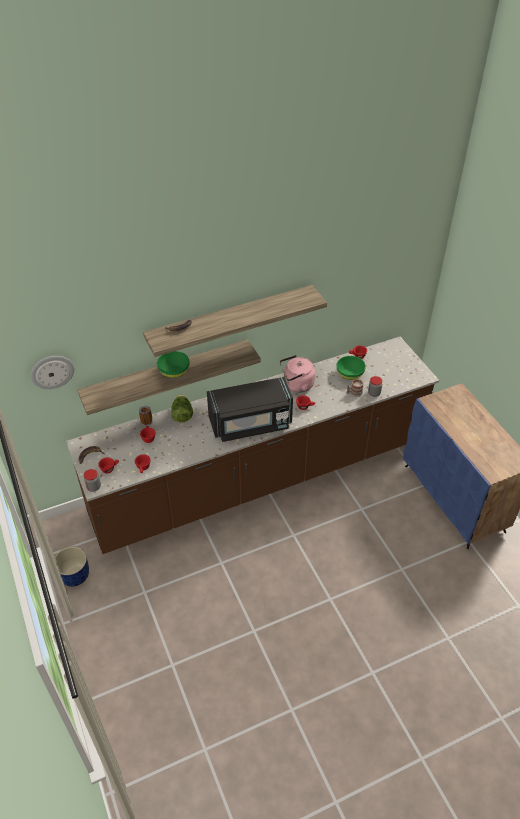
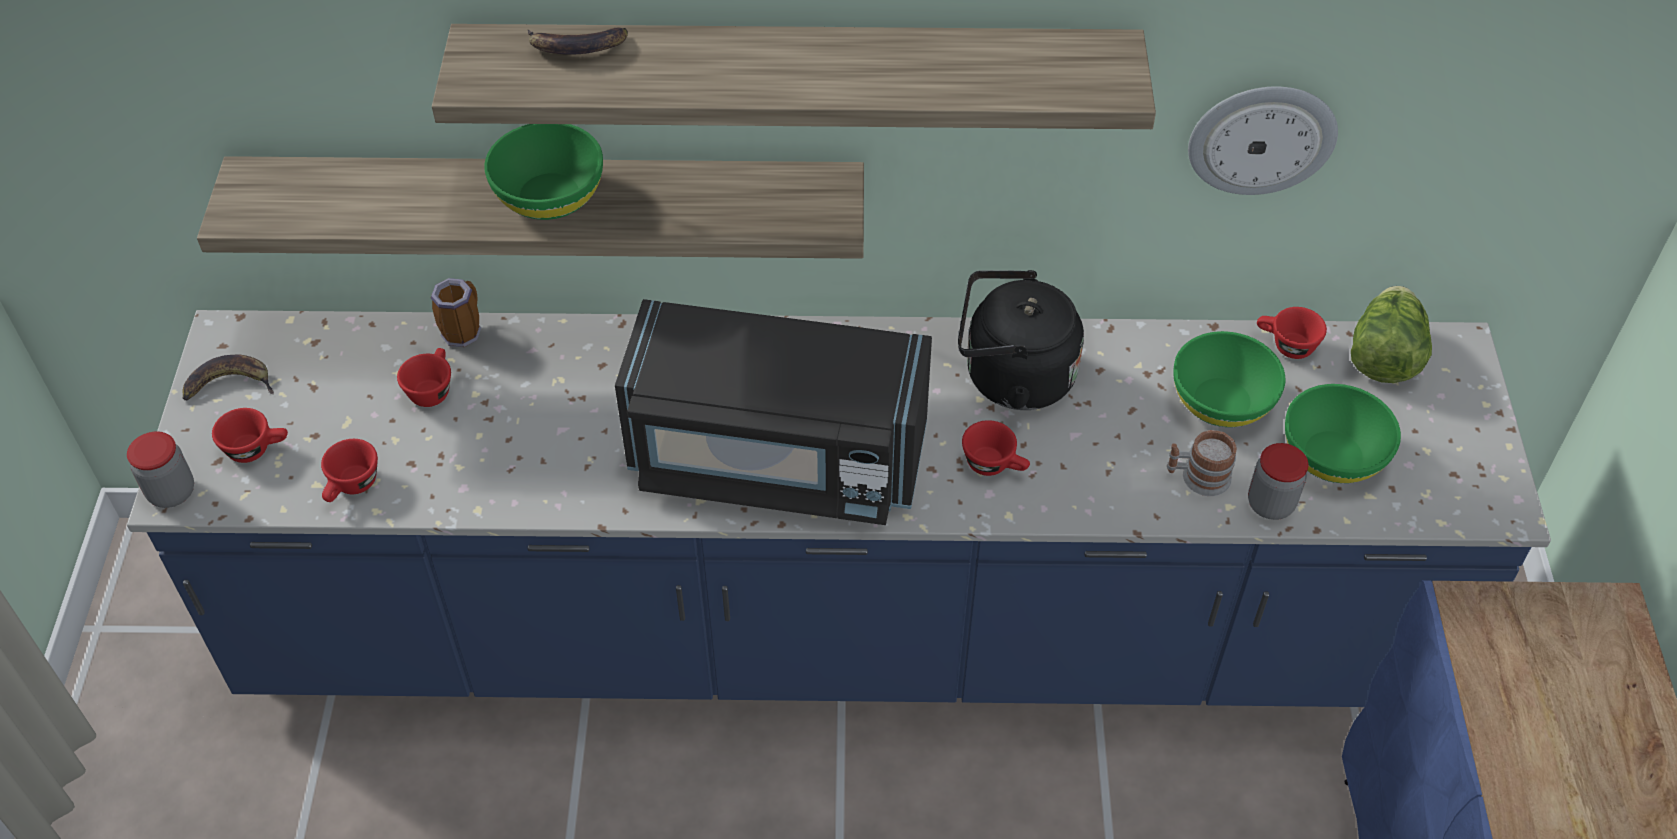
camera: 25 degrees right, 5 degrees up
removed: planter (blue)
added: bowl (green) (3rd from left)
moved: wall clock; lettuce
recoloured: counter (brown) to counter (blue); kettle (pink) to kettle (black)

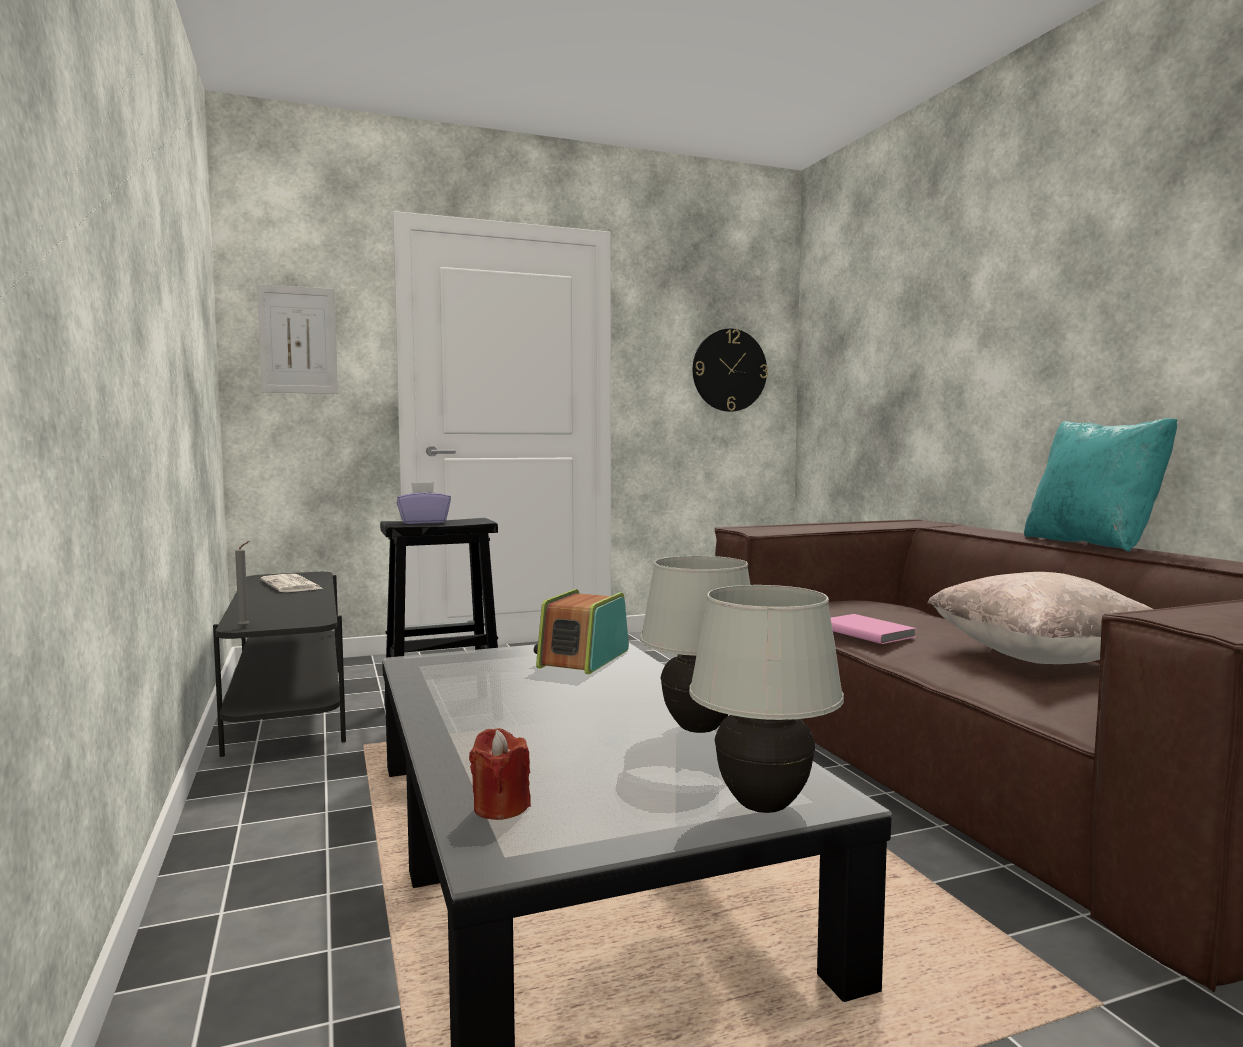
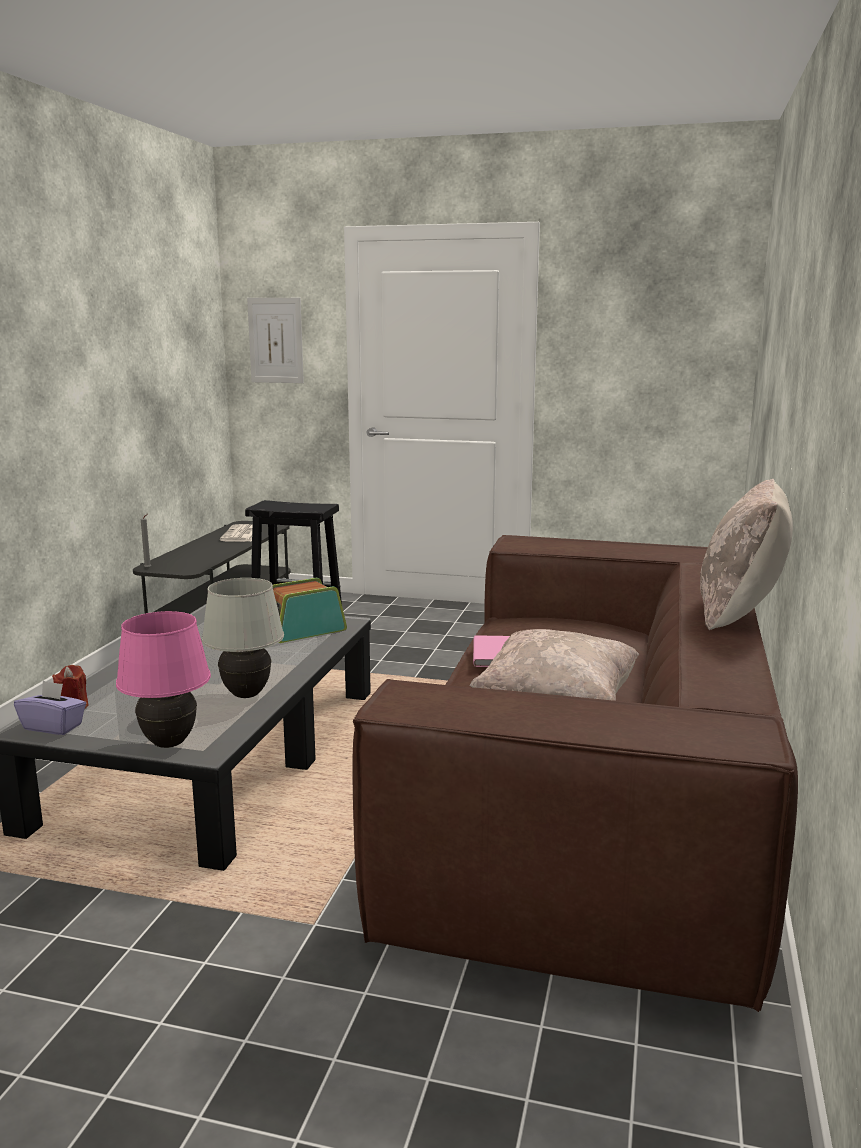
camera: 35 degrees right, 10 degrees up
removed: wall clock
moved: tissue box (purple)
recoloured: table lamp (white) (2nd from left) to table lamp (pink); pillow (turquoise) to pillow (beige) (2nd from left)

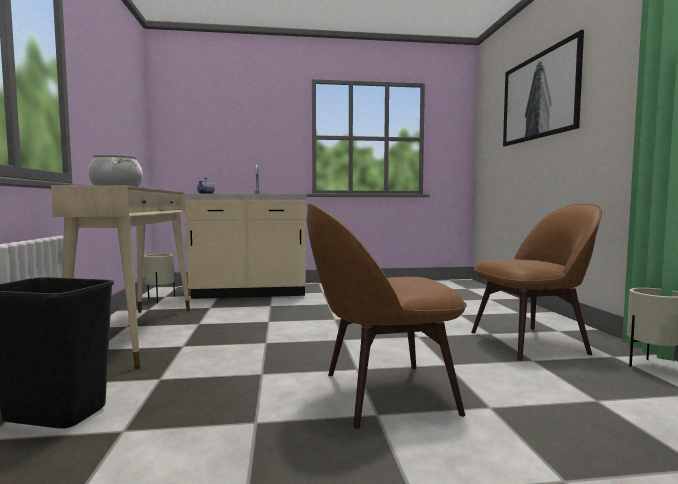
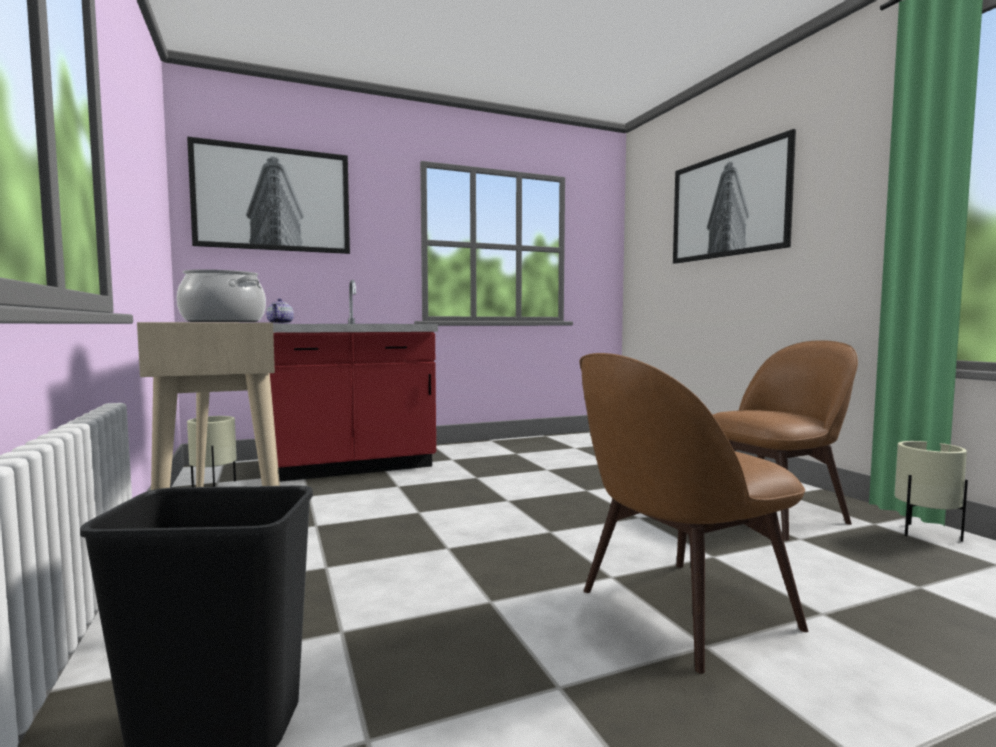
camera: 15 degrees left, 0 degrees up
added: picture (1st from left)
recoloured: counter (beige) to counter (red)

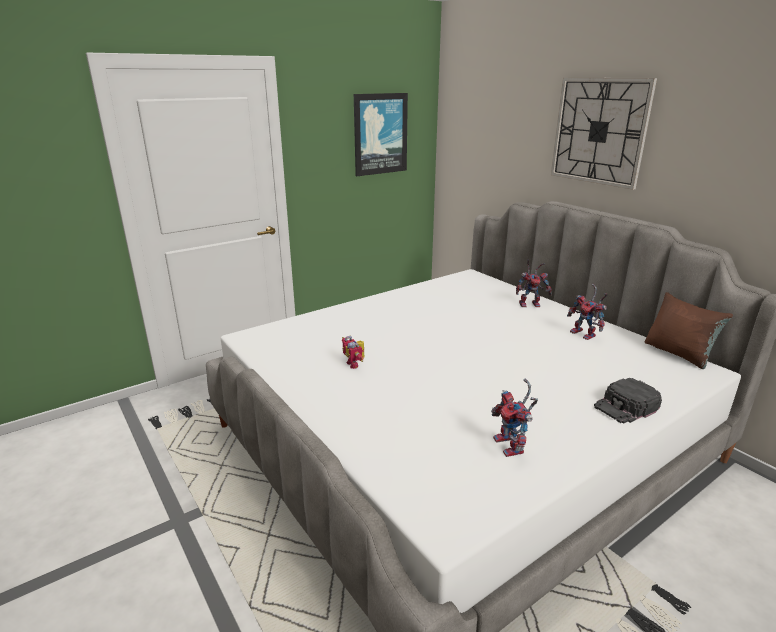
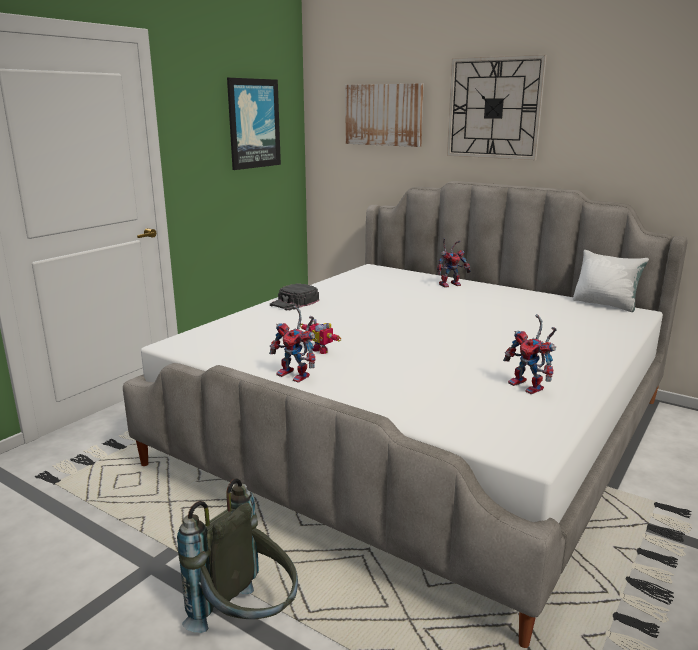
camera: 20 degrees left, 5 degrees down
added: backpack (grey); picture (2nd from left)
moved: toy robot (4th from left in the first image) to toy robot (1st from left); cap (black)
recoloured: pillow (brown) to pillow (white)

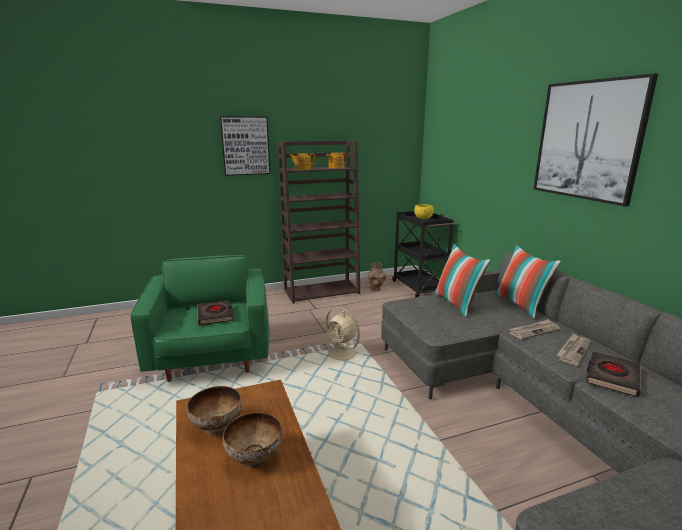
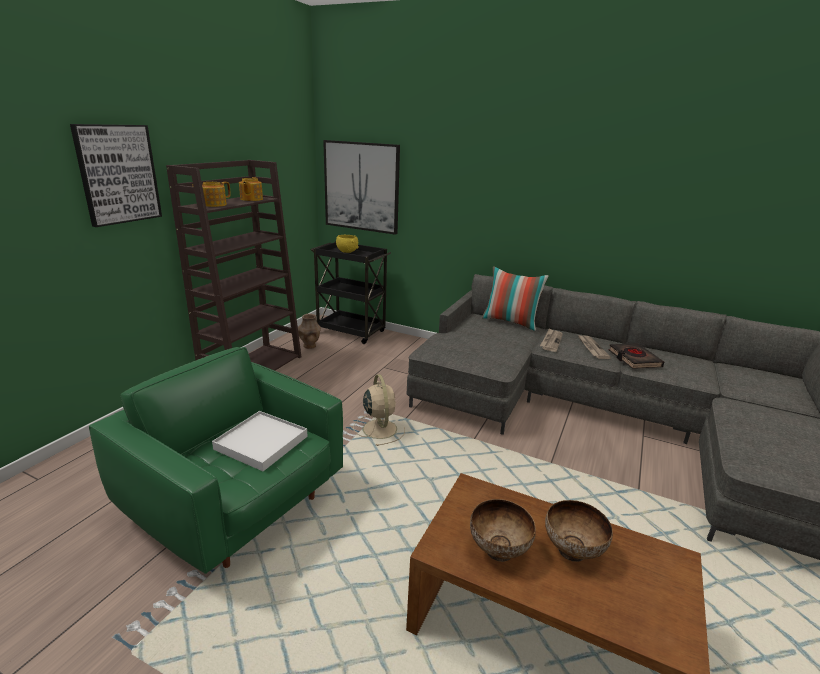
camera: 45 degrees left, 5 degrees up
removed: pillow (1st from left)
moved: picture (2nd from left)
replaced: book (black) (1st from left) to tray (white)
turned: fan (beige) 105 degrees counterclockwise

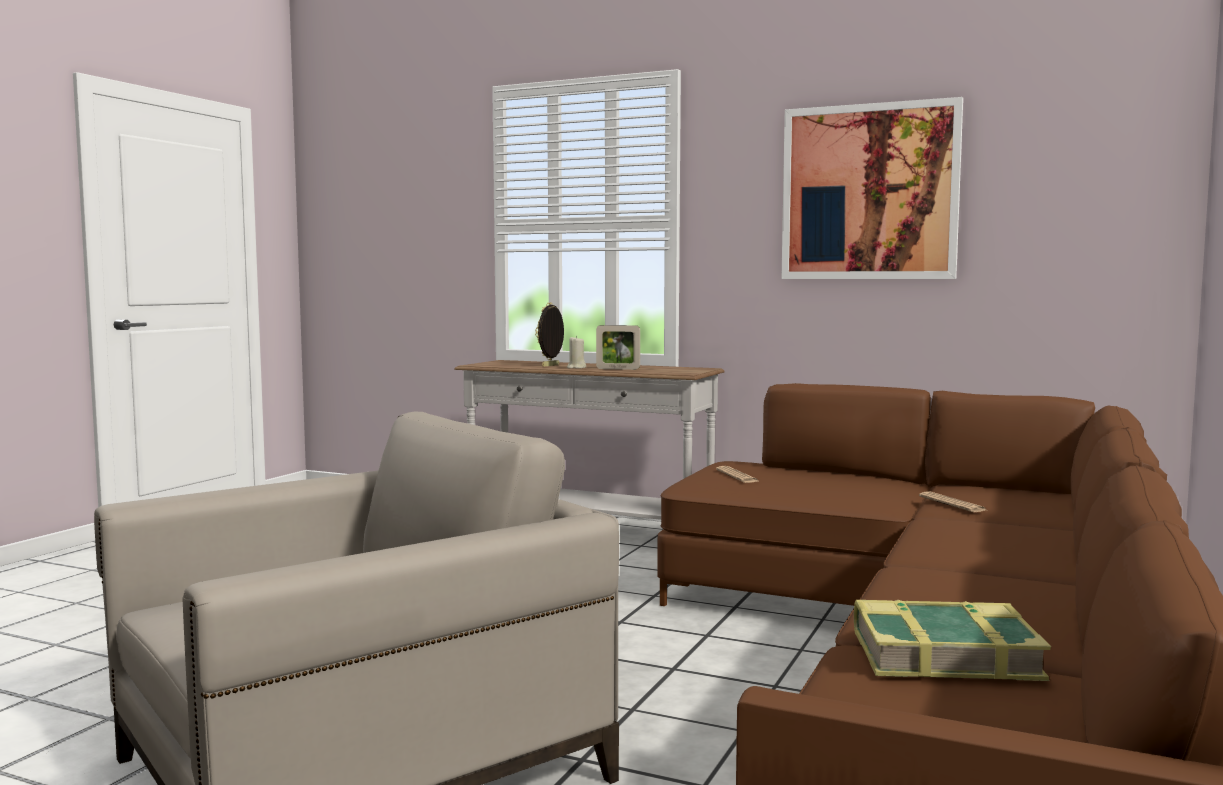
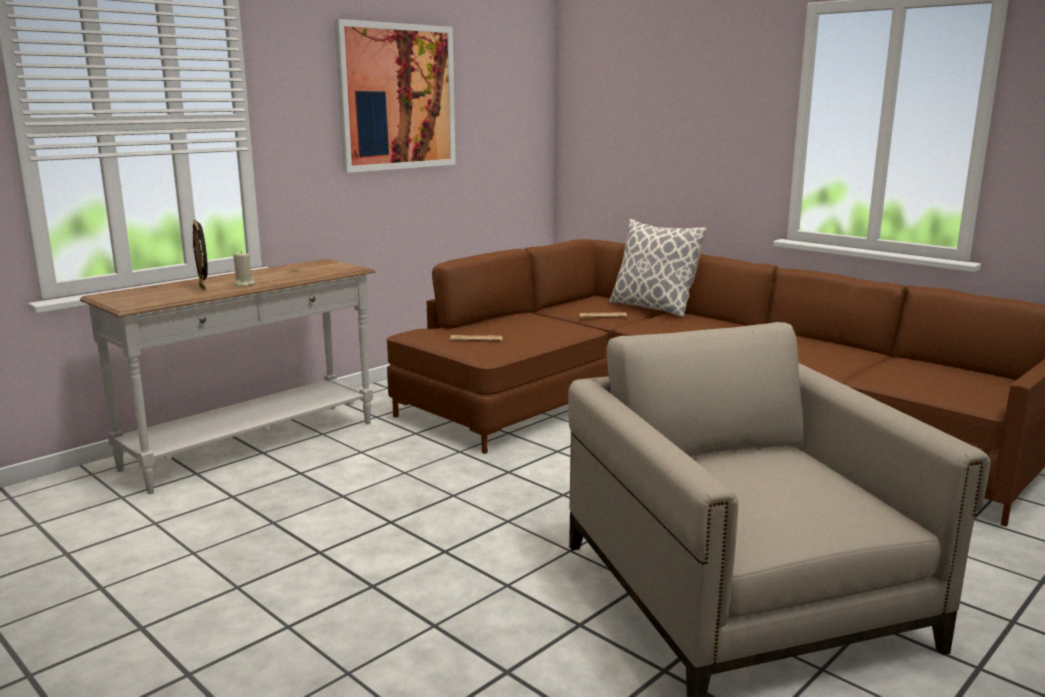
camera: 70 degrees left, 10 degrees up
removed: picture frame (2nd from left); book
added: pillow

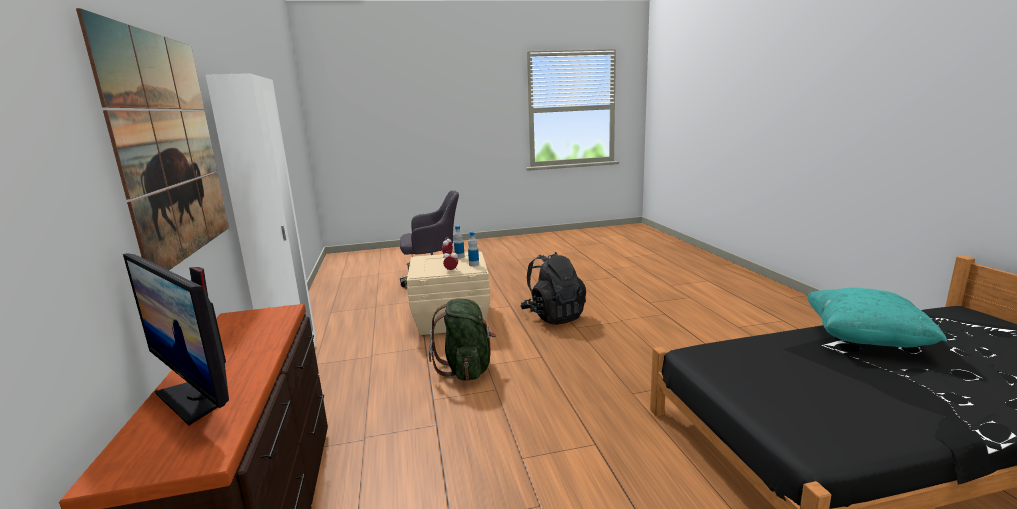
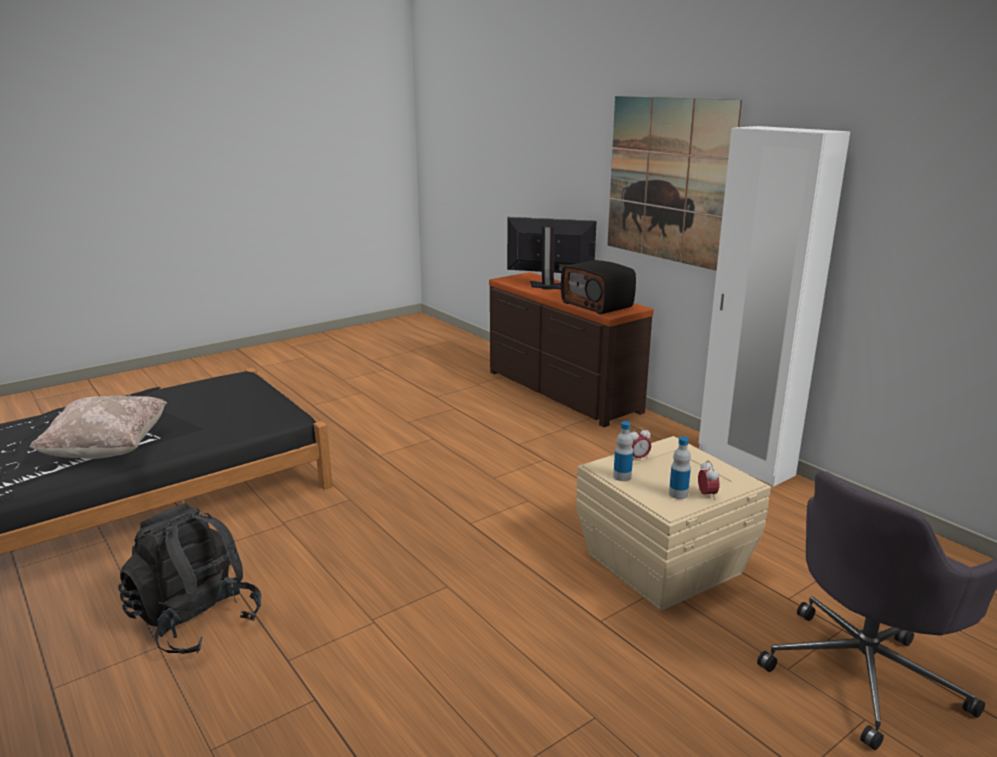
camera: 155 degrees right, 5 degrees up
removed: backpack (green)
added: radio
moved: backpack (black)
recoloured: pillow (turquoise) to pillow (beige)

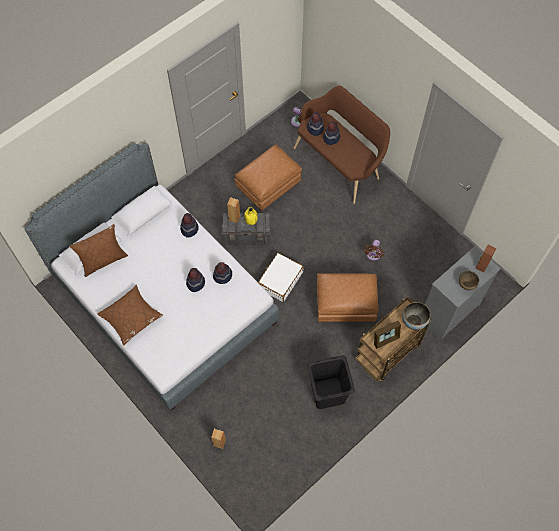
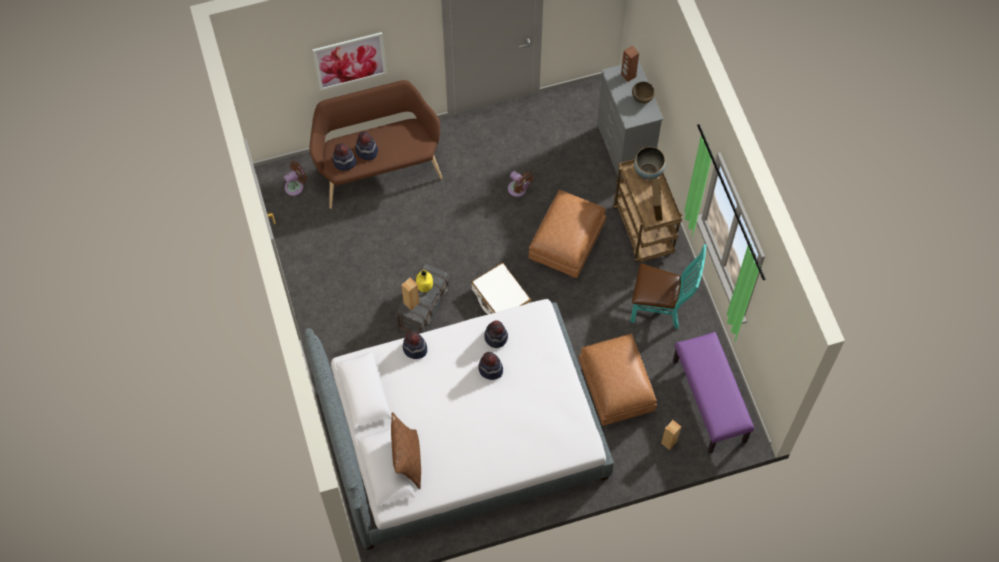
camera: 65 degrees left, 0 degrees up
removed: pillow (brown) (2nd from left)
added: picture; bench (purple)
moved: ottoman (brown) (1st from left in the first image) to ottoman (brown) (2nd from left)
replaced: laundry basket (black) to chair (turquoise)

